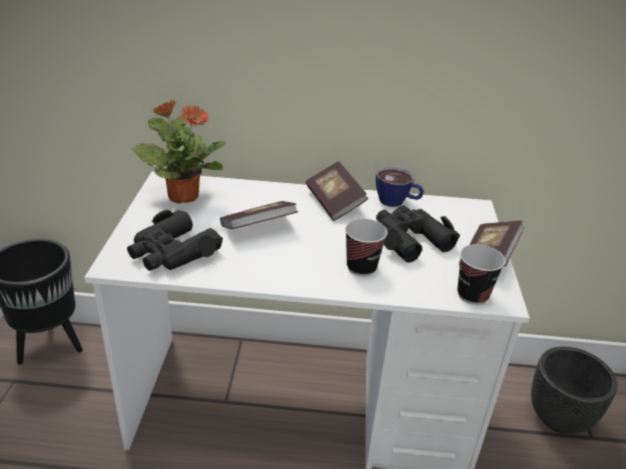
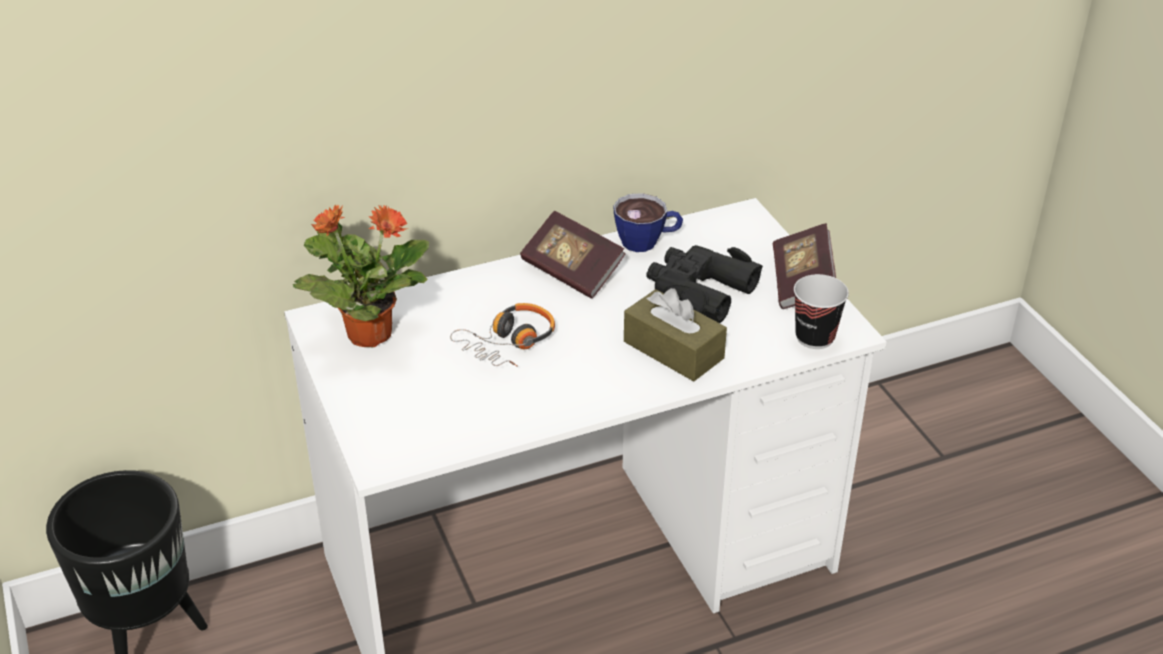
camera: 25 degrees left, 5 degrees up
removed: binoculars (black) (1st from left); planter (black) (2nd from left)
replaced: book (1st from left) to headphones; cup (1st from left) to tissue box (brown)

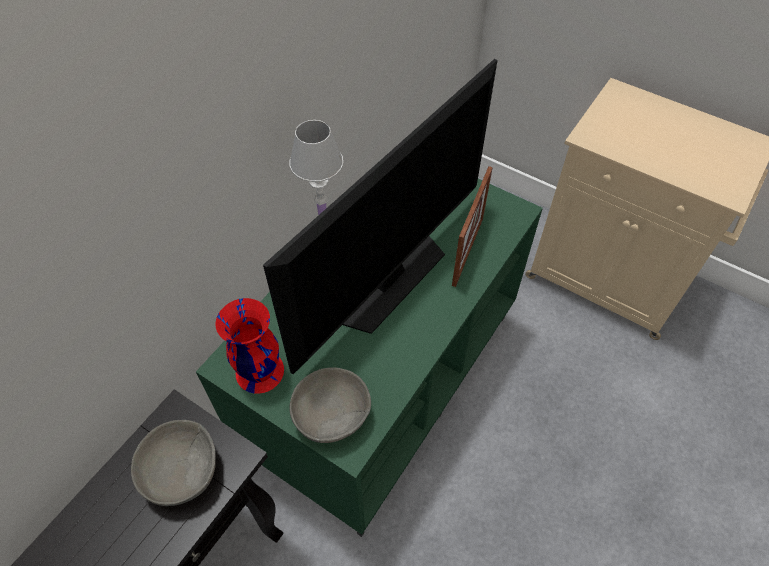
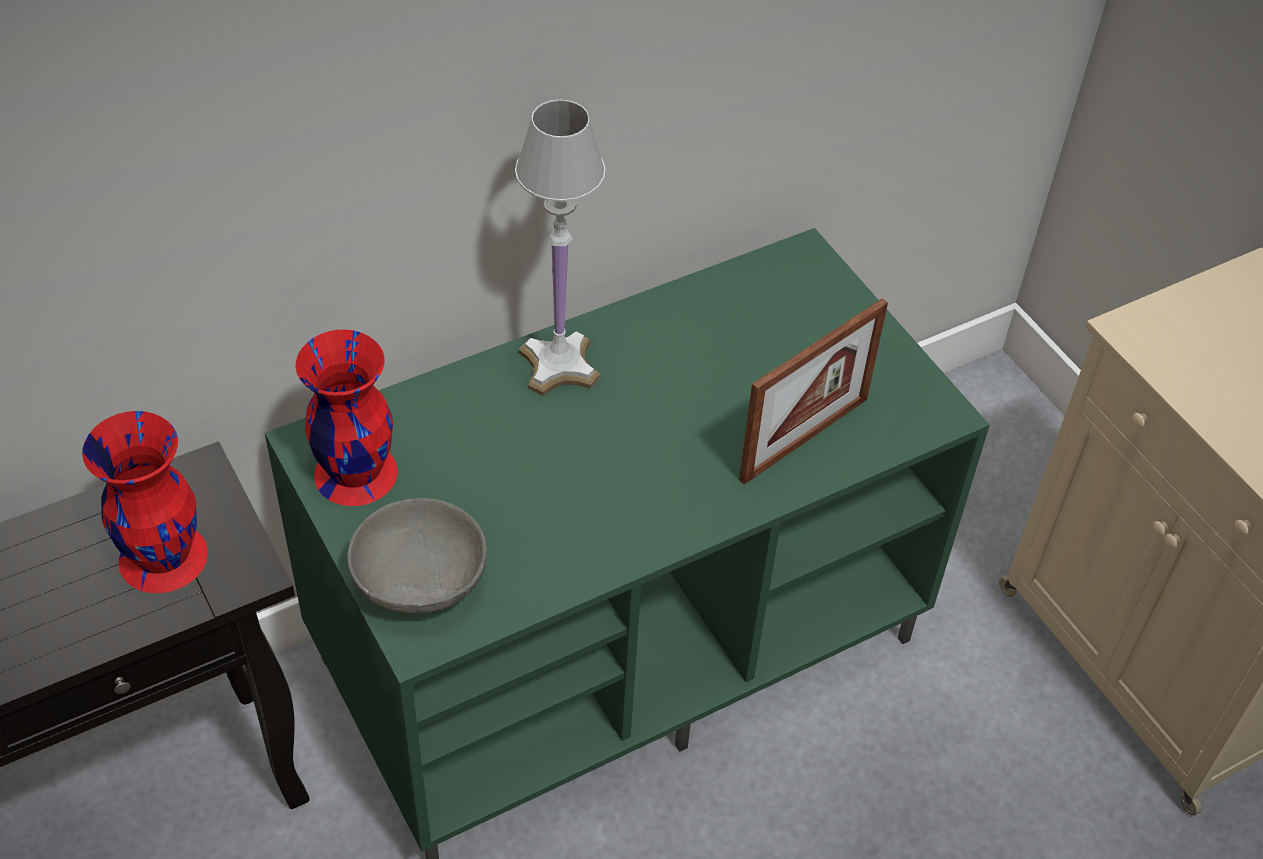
camera: 25 degrees right, 5 degrees down
removed: television
replaced: bowl (grey) (1st from left) to vase (red) (1st from left)

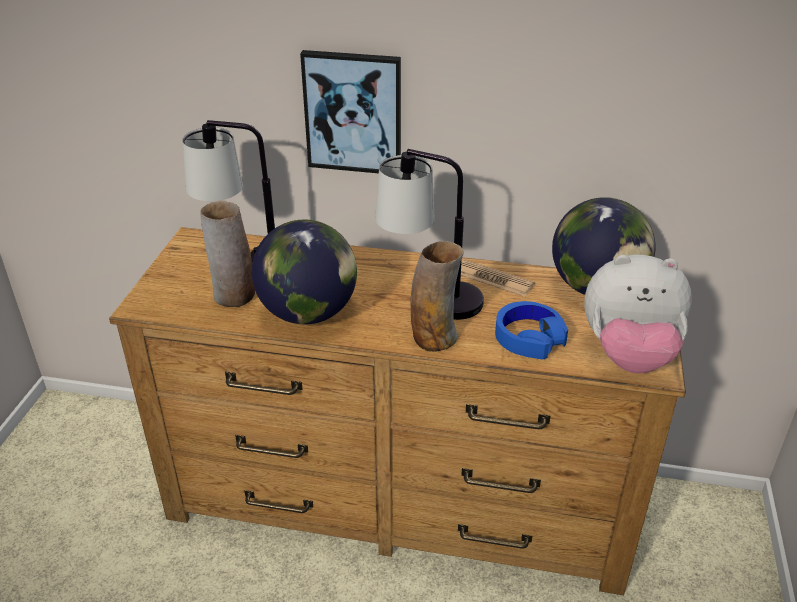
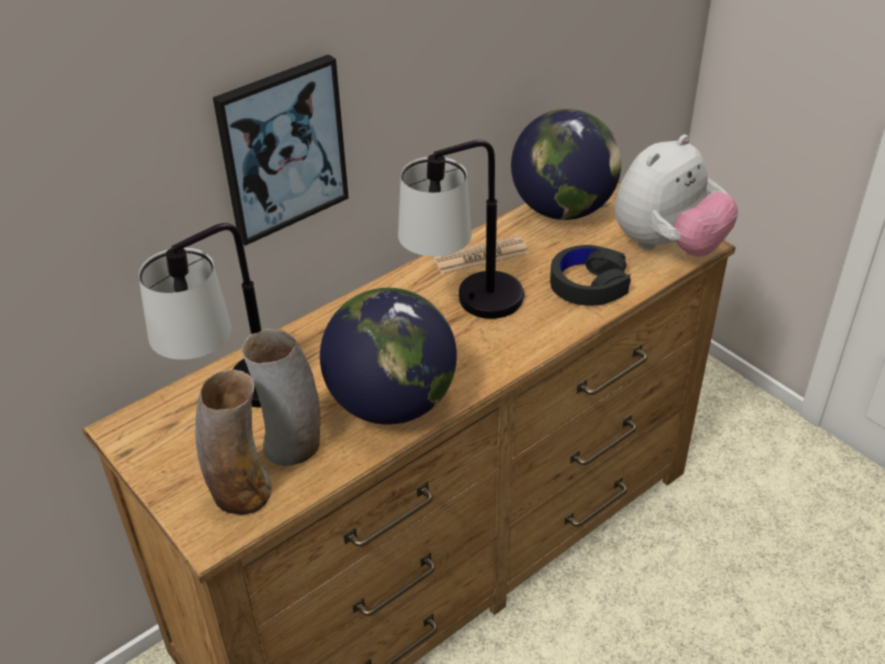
camera: 50 degrees left, 5 degrees up
moved: vase (2nd from left in the first image) to vase (1st from left)
recoloured: headphones (blue) to headphones (black)

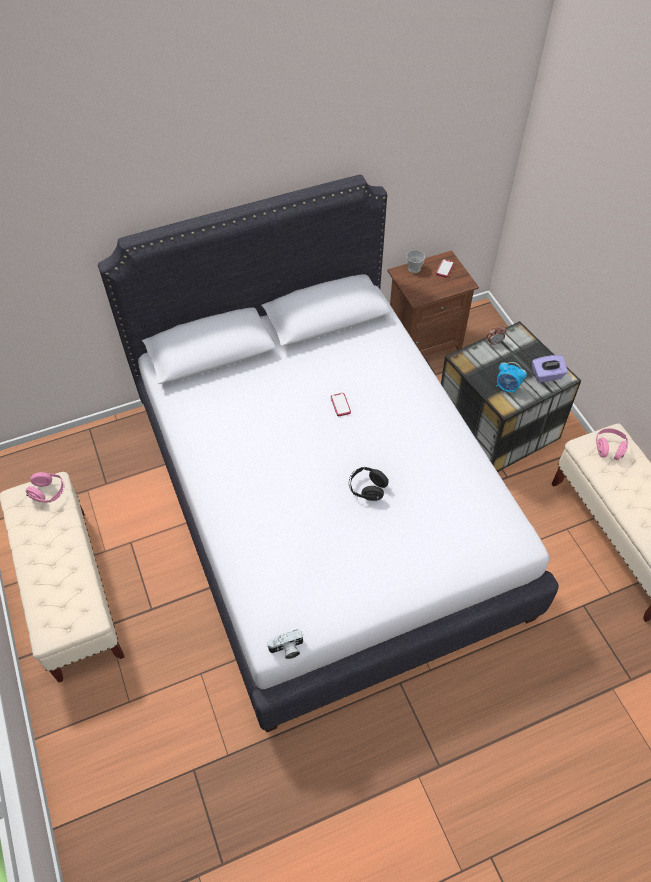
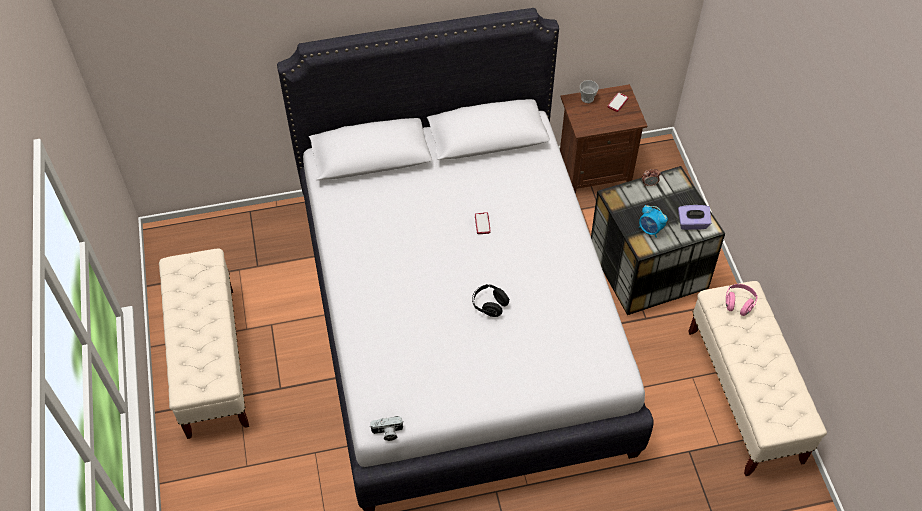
camera: 10 degrees right, 0 degrees up
removed: headphones (pink) (1st from left)

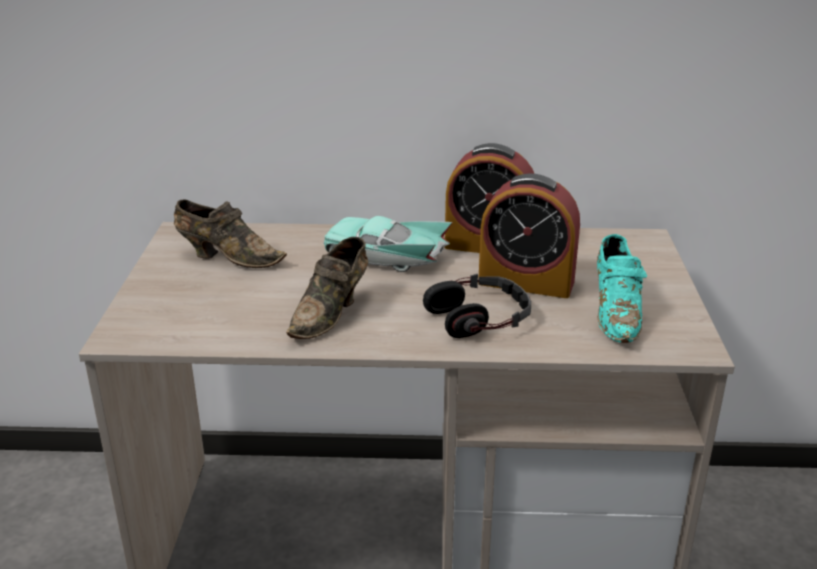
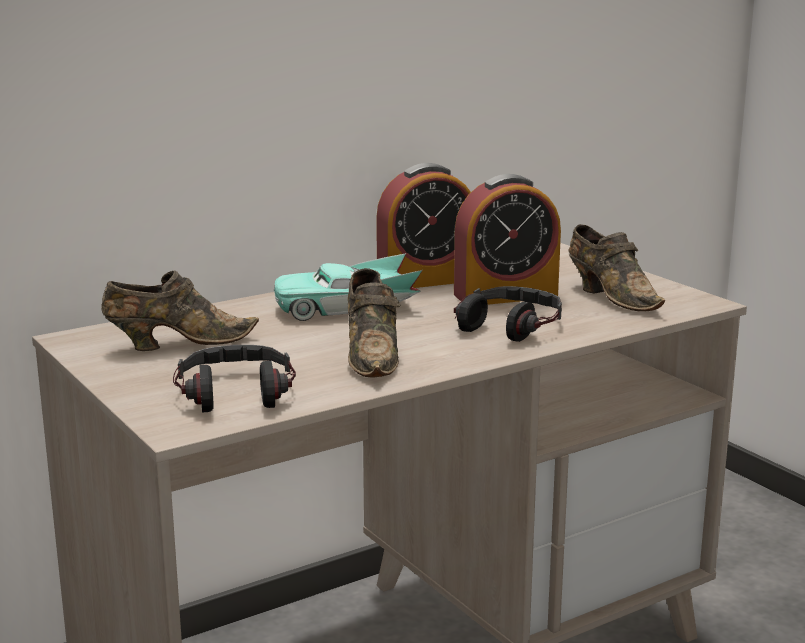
camera: 35 degrees left, 10 degrees down
added: headphones (1st from left)
recoloured: shoe (turquoise) to shoe (brown) (3rd from left)

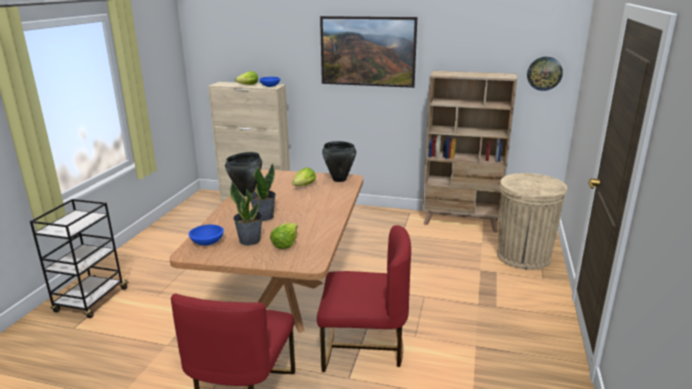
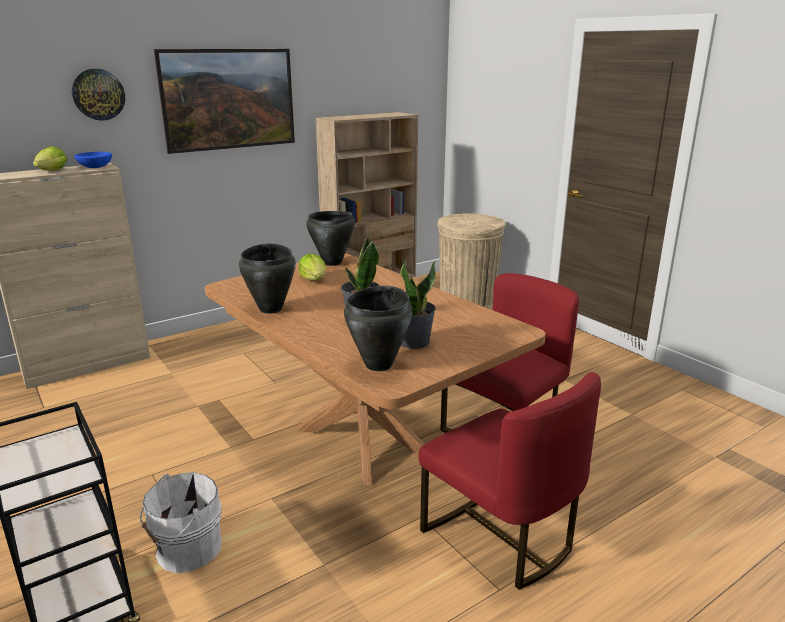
camera: 50 degrees left, 0 degrees up
removed: lettuce (2nd from left)
added: bucket (white)
moved: wall clock
replaced: bowl (blue) (1st from left) to cooking pot (black) (3rd from left)

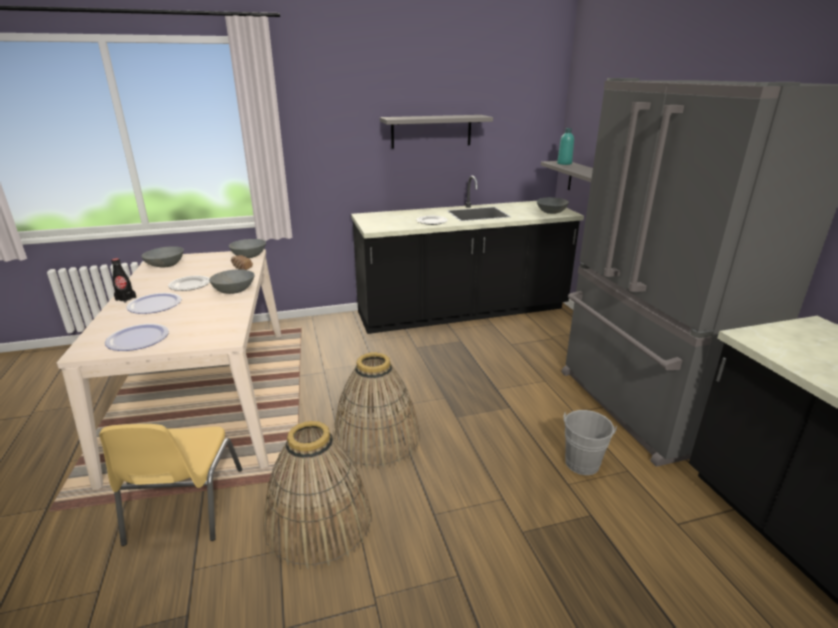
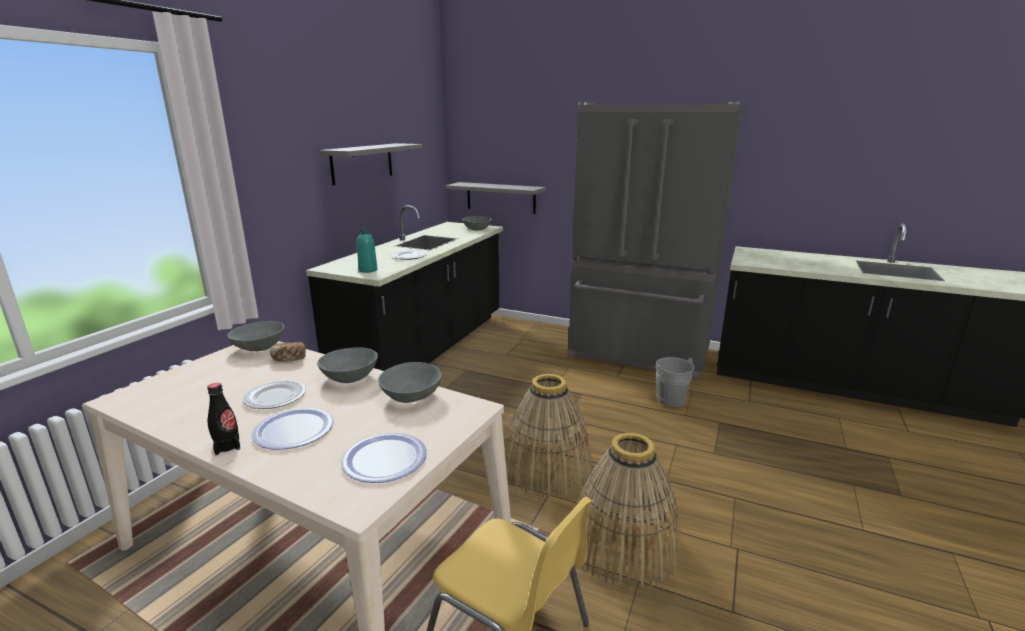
camera: 50 degrees left, 5 degrees down
moved: bowl (grey) (1st from left in the first image) to bowl (grey) (3rd from left); bottle (turquoise)

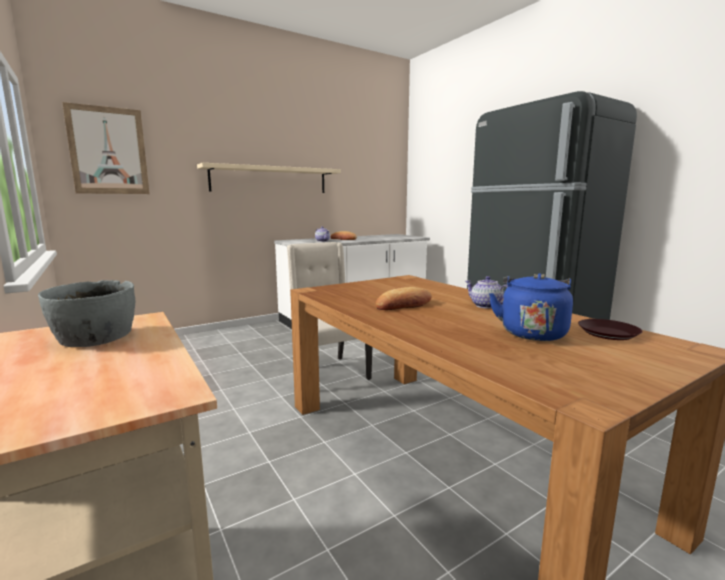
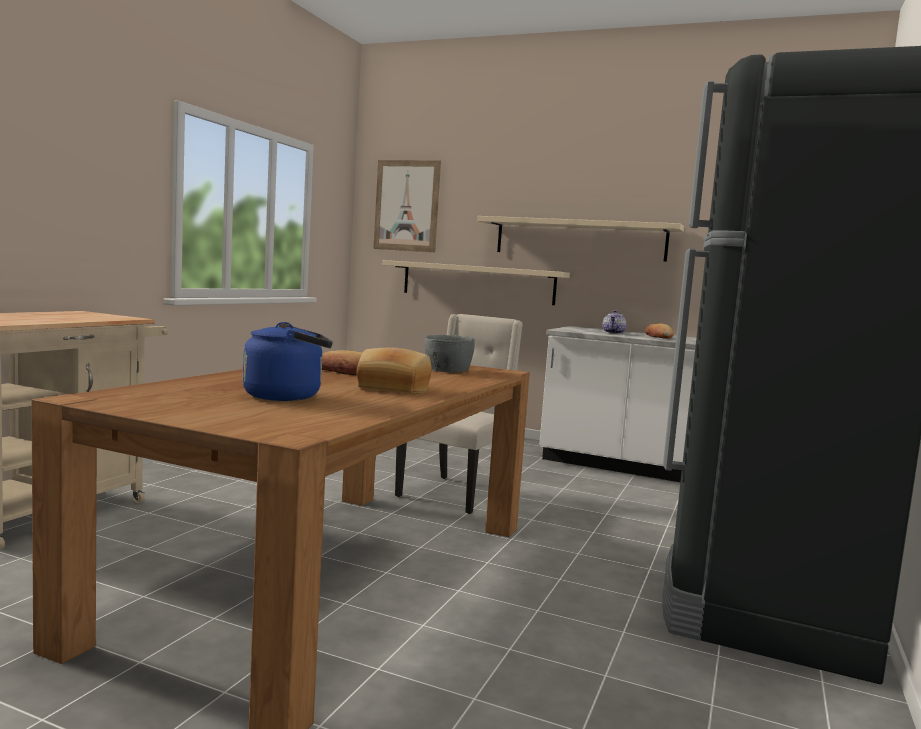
camera: 55 degrees right, 5 degrees down
removed: plate (brown)
added: shelf (beige) (1st from left)
moved: bowl (grey)
replaced: teapot (2nd from left) to bread (2nd from left)

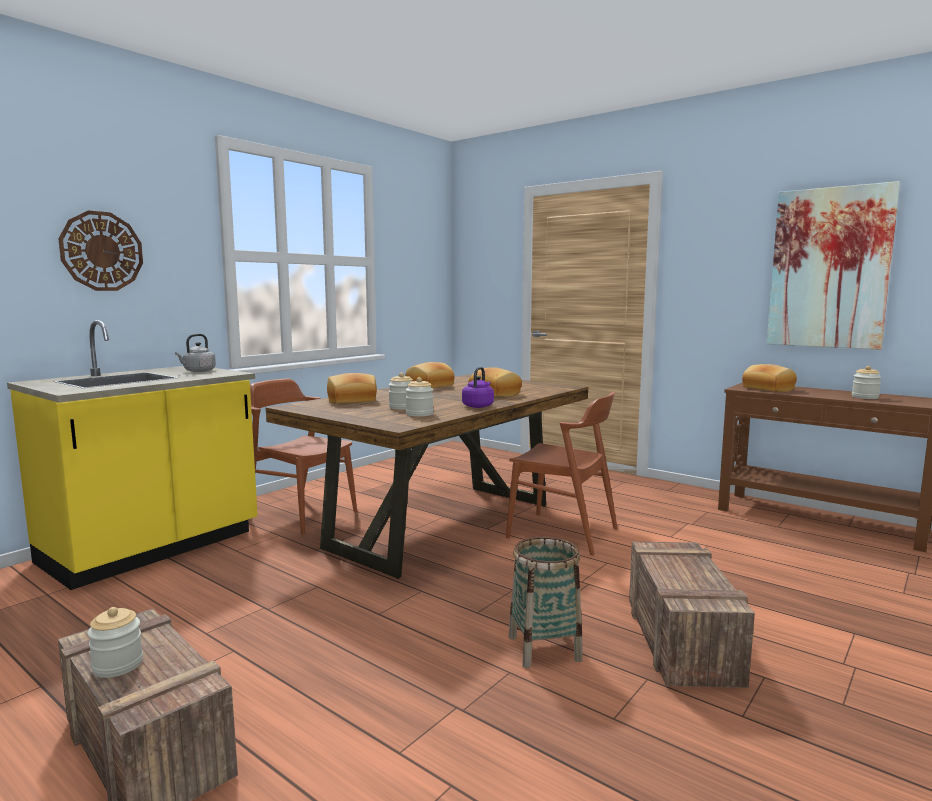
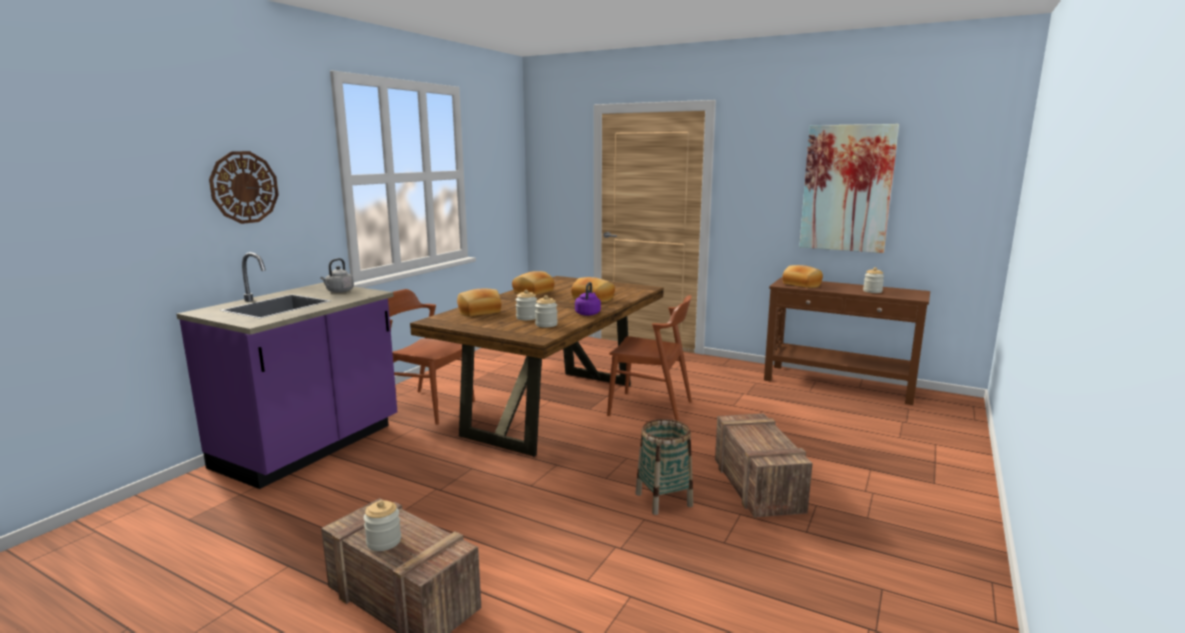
camera: 10 degrees left, 5 degrees up
recoloured: counter (yellow) to counter (purple)

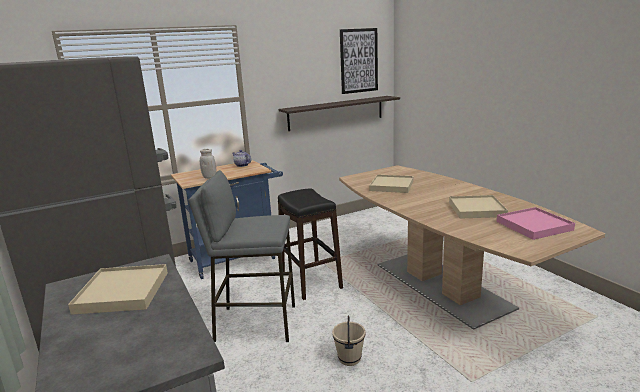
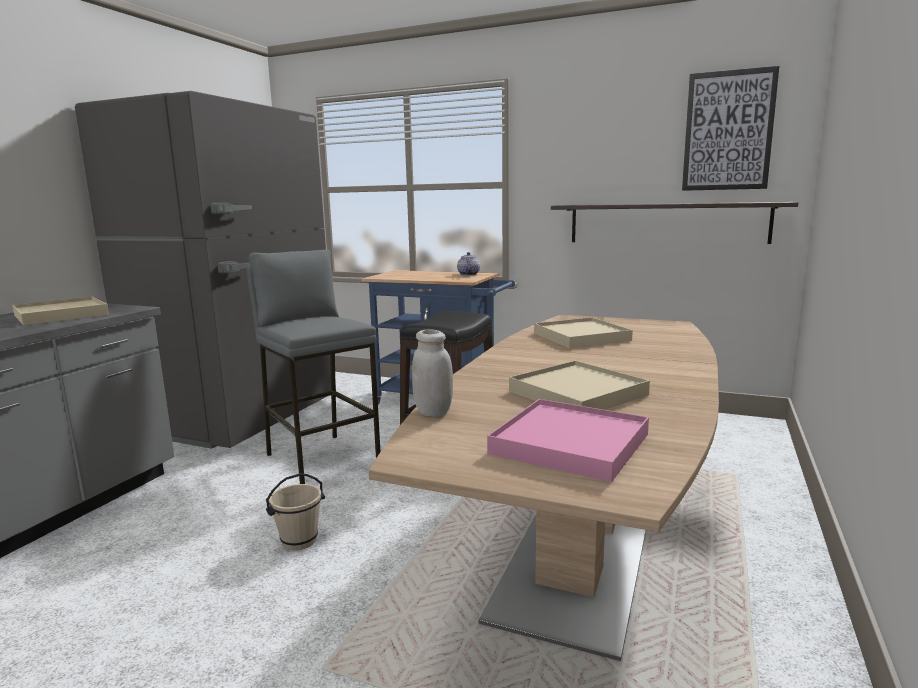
camera: 50 degrees right, 5 degrees down
moved: jar (white)

